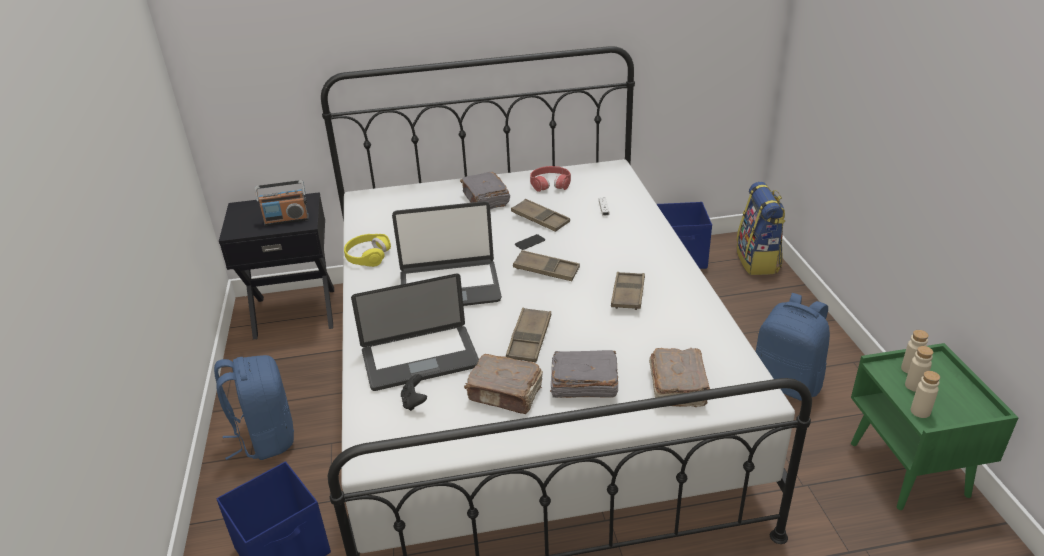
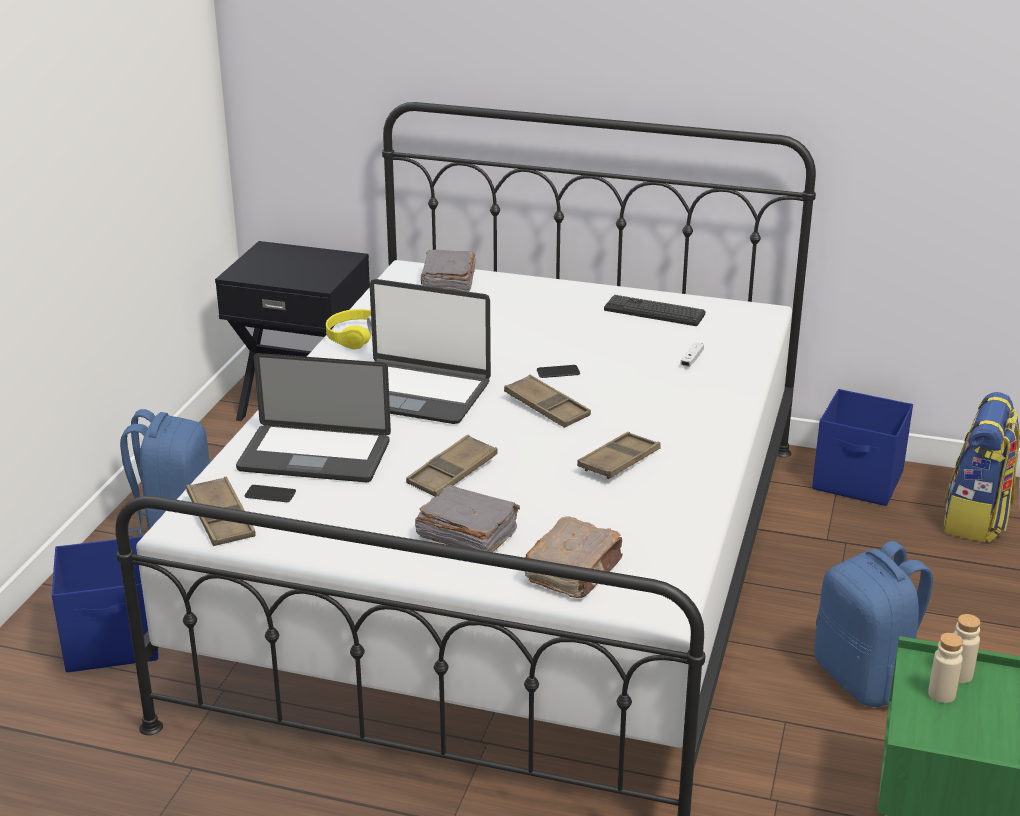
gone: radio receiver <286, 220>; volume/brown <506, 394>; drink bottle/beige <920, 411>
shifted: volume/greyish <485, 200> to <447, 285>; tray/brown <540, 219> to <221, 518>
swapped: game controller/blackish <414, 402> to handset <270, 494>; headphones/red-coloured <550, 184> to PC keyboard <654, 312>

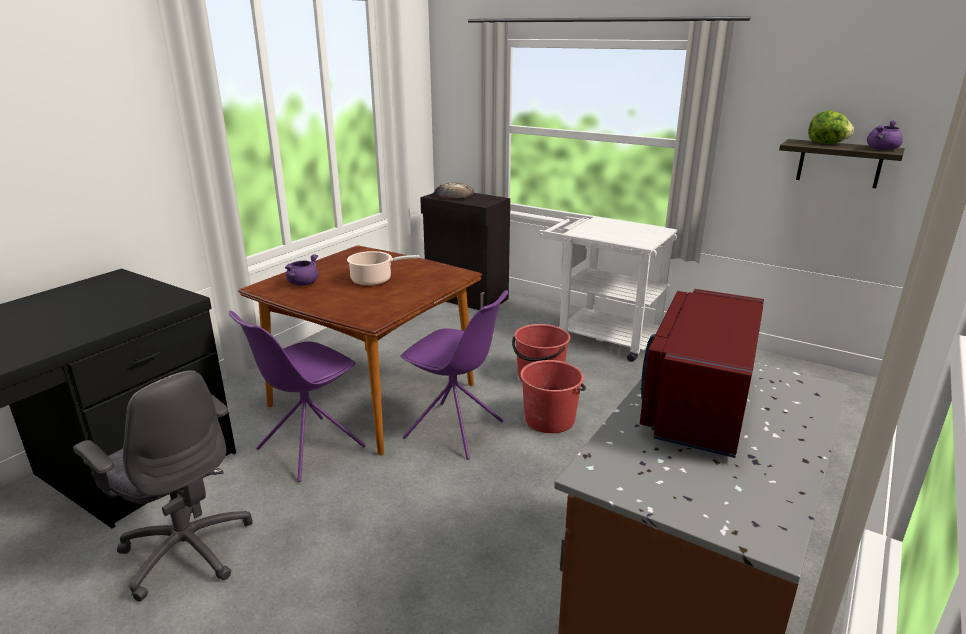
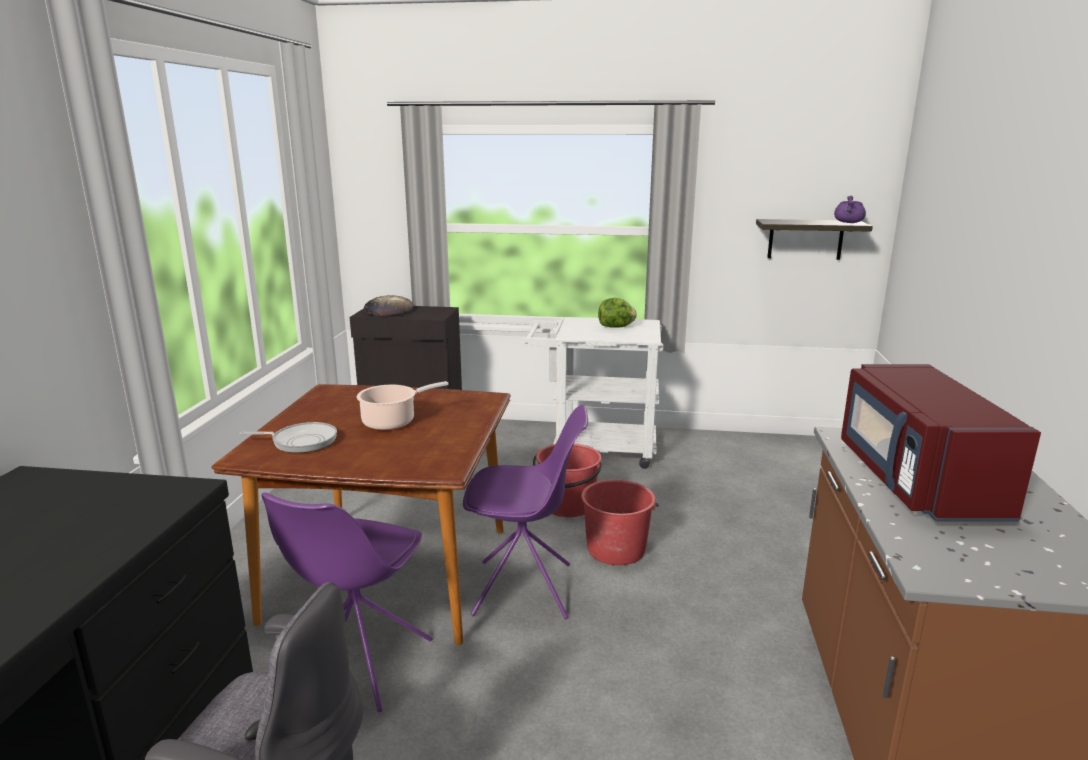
shifted: lettuce <826, 143> to <616, 327>
swapped: stockpot/purple-coloured <303, 283> to frying pan <301, 441>

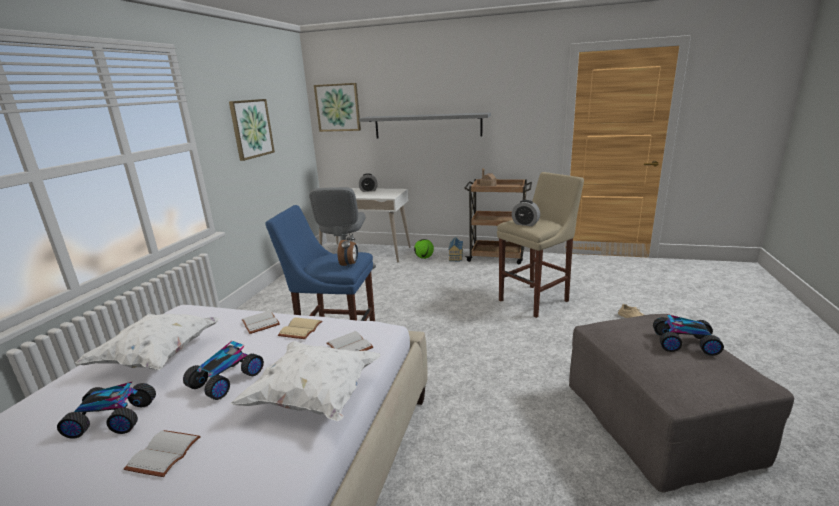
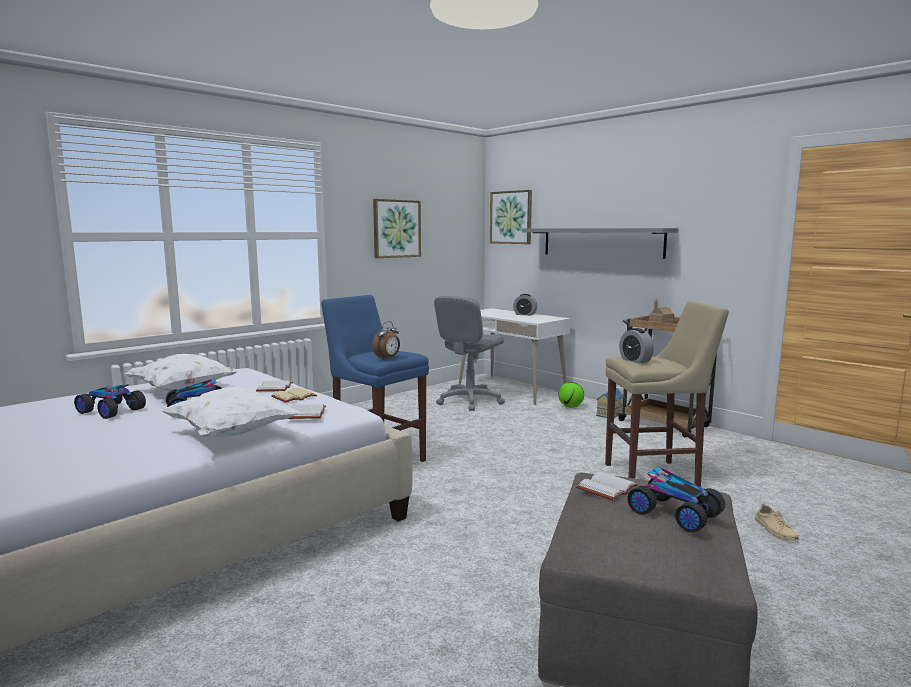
shifted: volume/white <163, 453> to <606, 487>

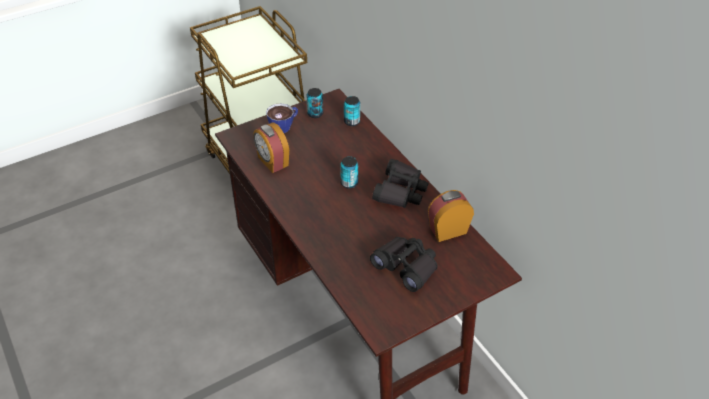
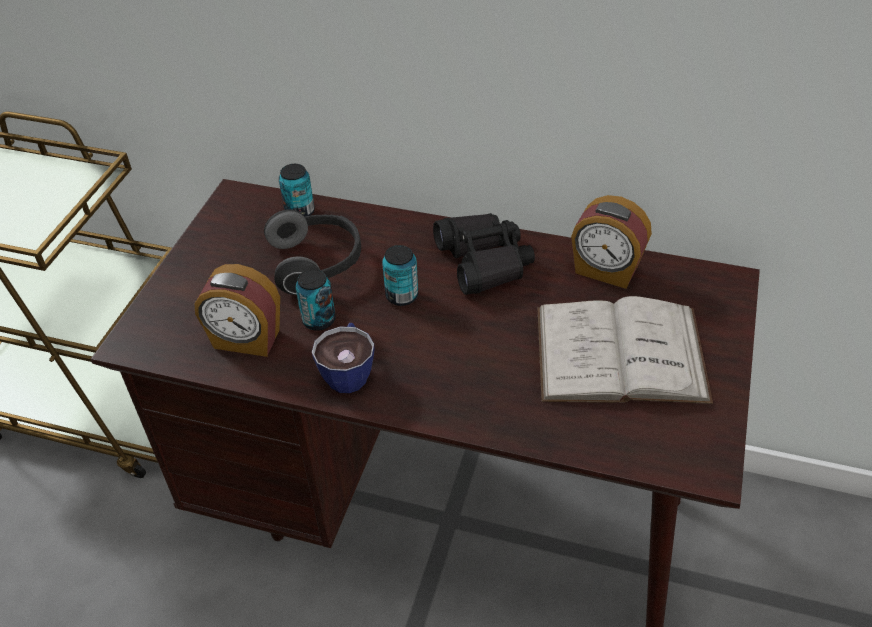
new: headphones <317, 264>
shifted: cup <284, 126> to <349, 371>; metal can <315, 114> to <319, 320>
swapped: binoculars/blackish <406, 266> to volume/white <620, 354>
rotated: bedside clock <447, 230> = <606, 271> 90 degrees counterclockwise

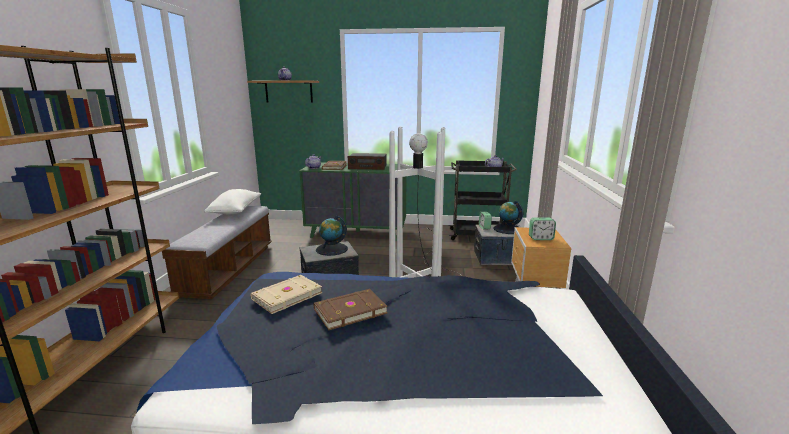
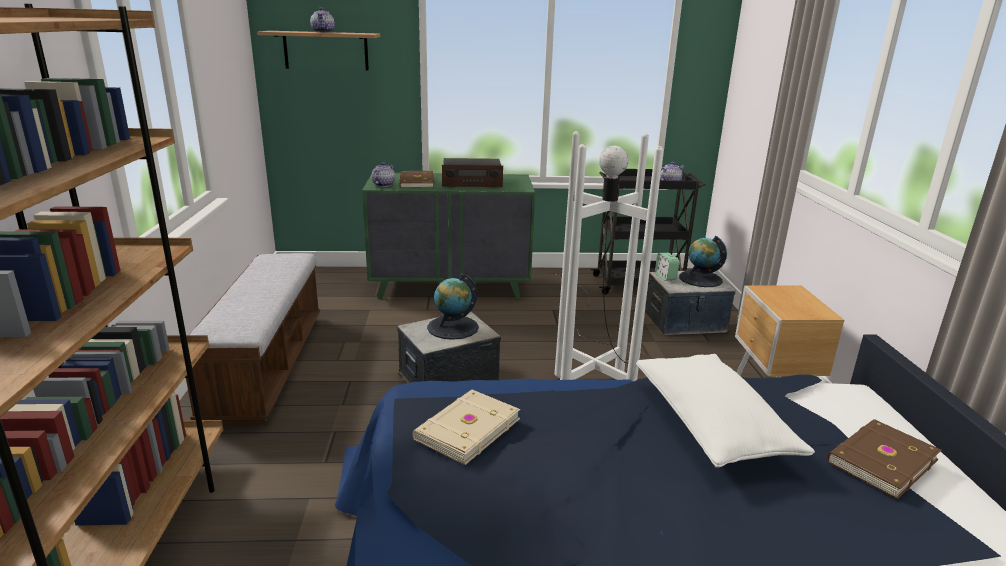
gone: bedside clock <540, 238>
shifted: throw pillow/white <236, 211> to <711, 425>; volume/brown <349, 311> to <879, 460>

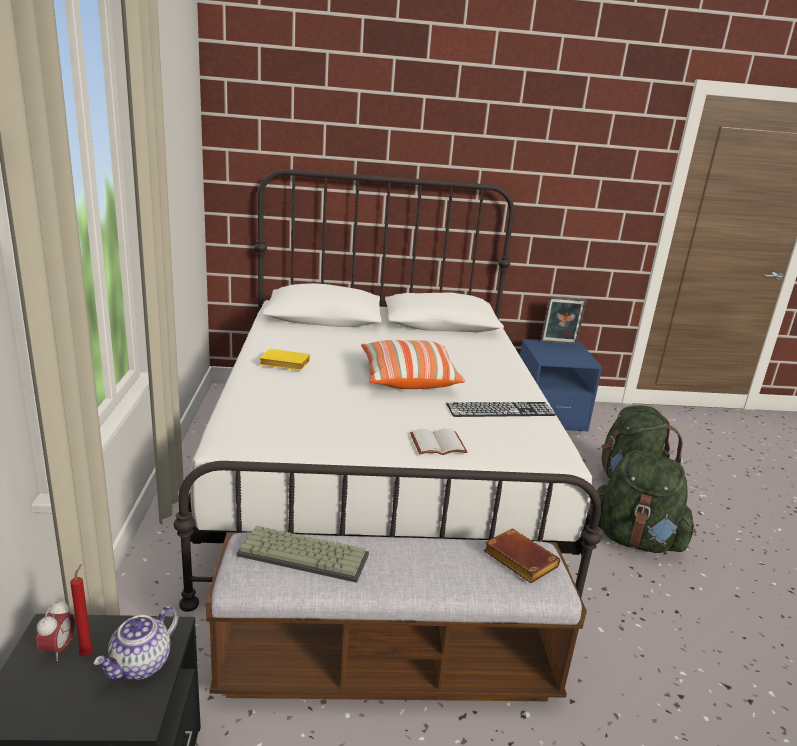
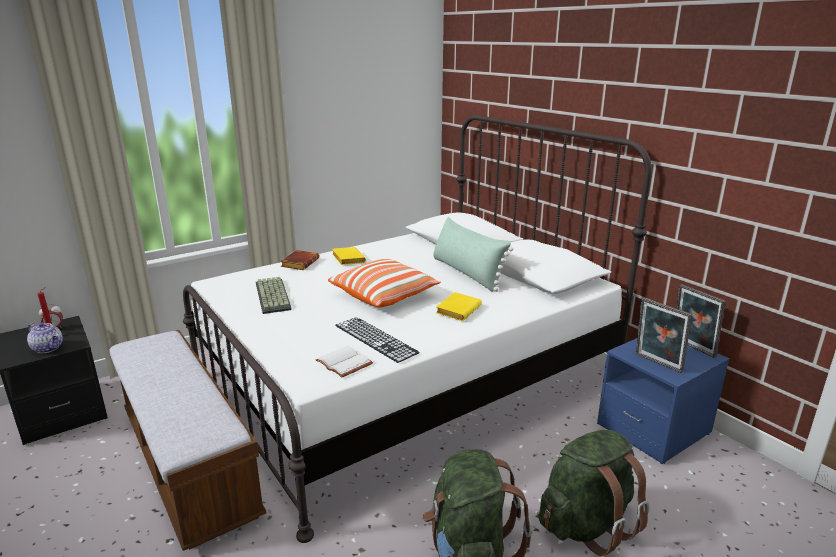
new: throw pillow/green-coloured <467, 273>; volume/yellow-coloured <458, 310>; photo frame <657, 363>
shifted: PC keyboard <305, 554> to <274, 296>; volume/white <438, 443> to <345, 363>; volume/brown <517, 560> to <299, 263>
rotated: teapot <141, 665> = <48, 348> 150 degrees counterclockwise

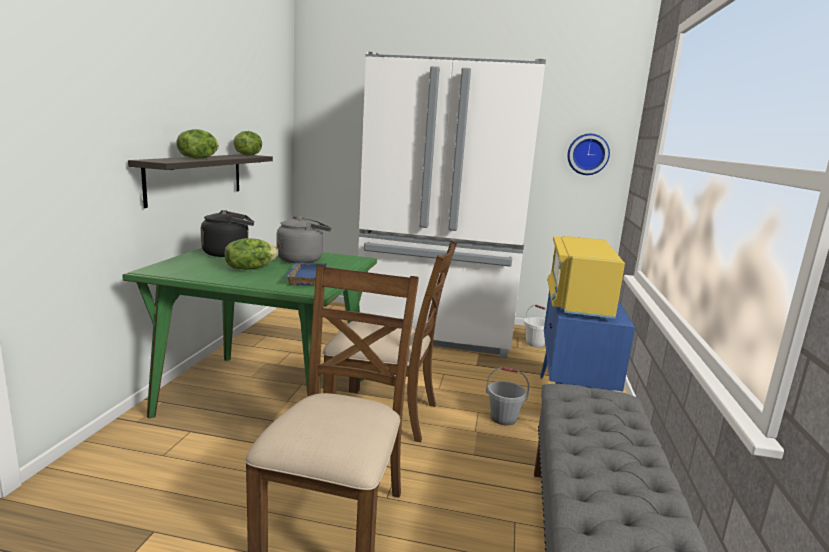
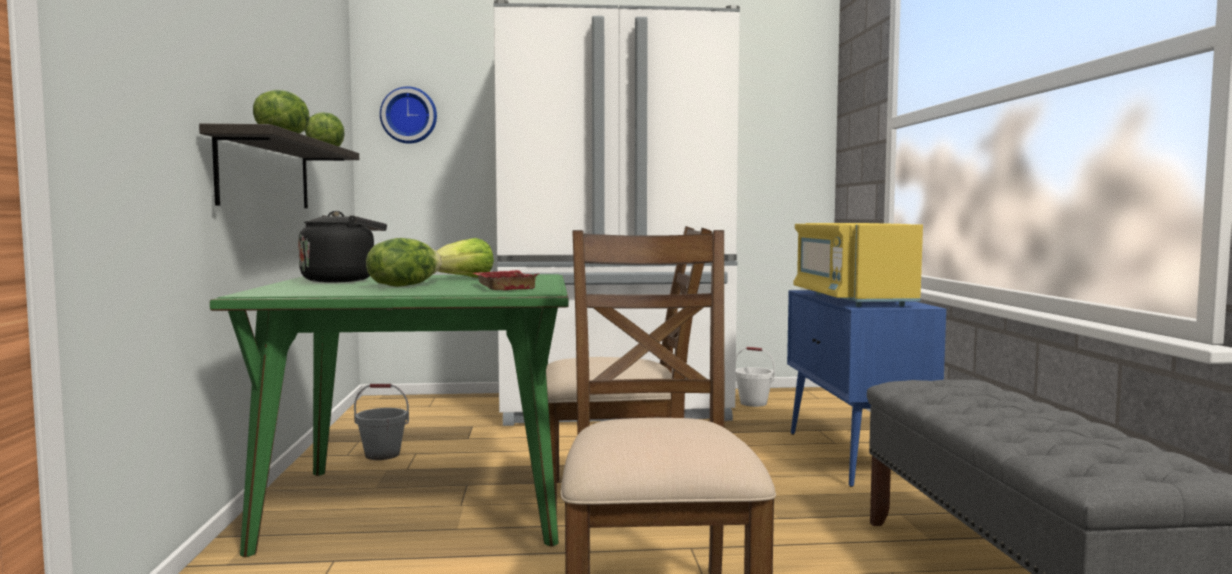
shifted: bucket/greyish <503, 418> to <382, 455>; wall clock <588, 154> to <409, 115>
swapped: tea kettle/greyish <302, 259> to lettuce <464, 278>
repainted: tray/bluish <305, 277> to tray/red-coloured <501, 286>

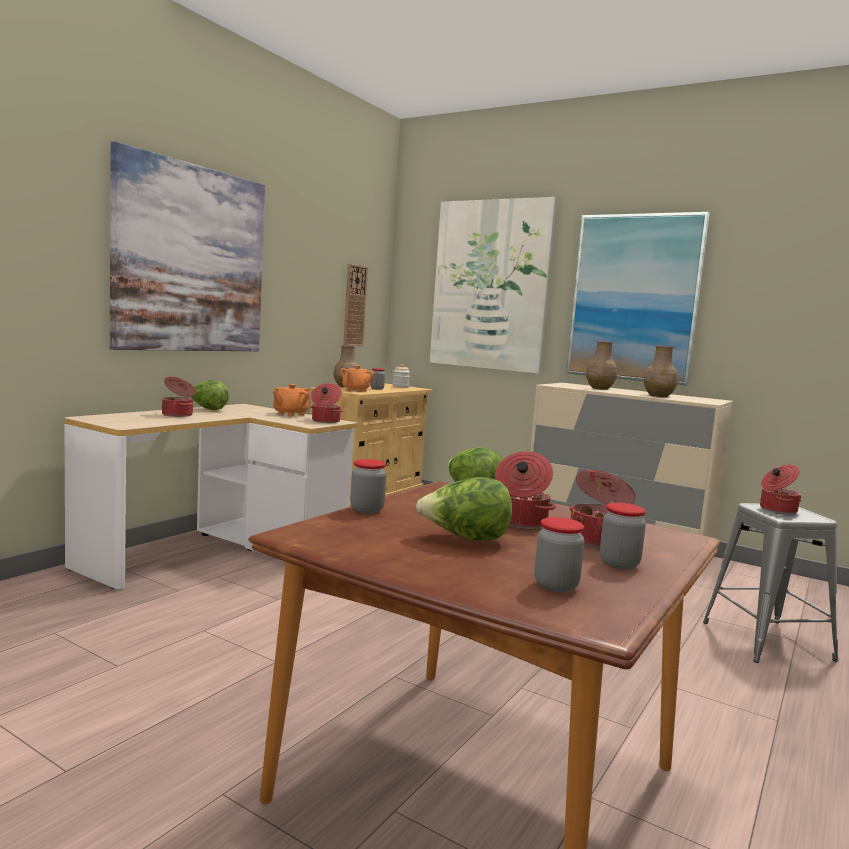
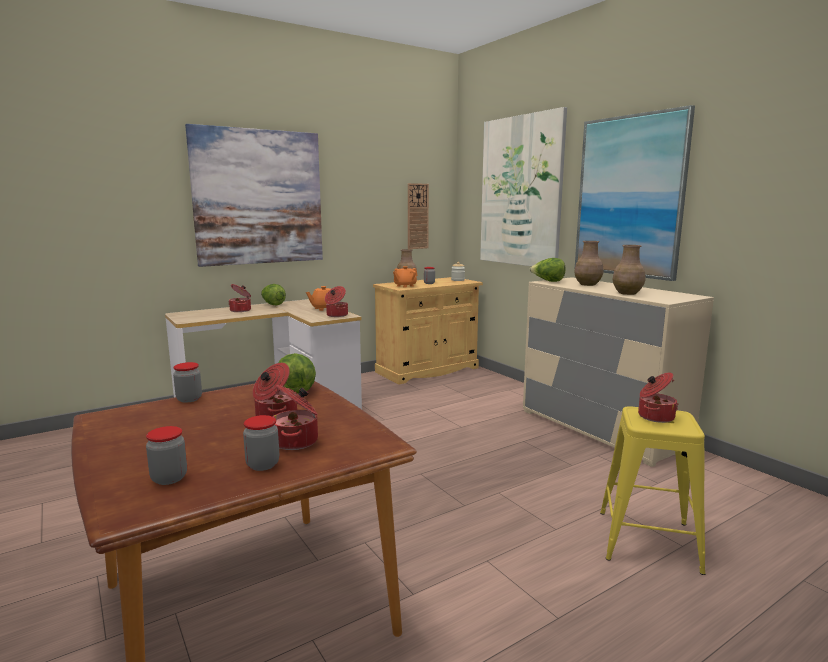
shifted: lettuce <465, 539> to <548, 281>
repainted: sitting stool/greyish <767, 641> to sitting stool/yellow-coloured <647, 541>

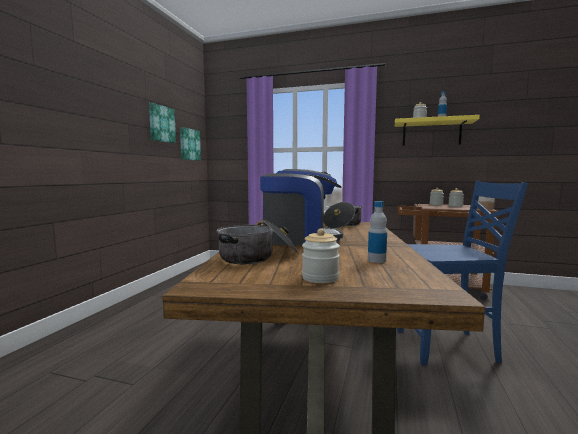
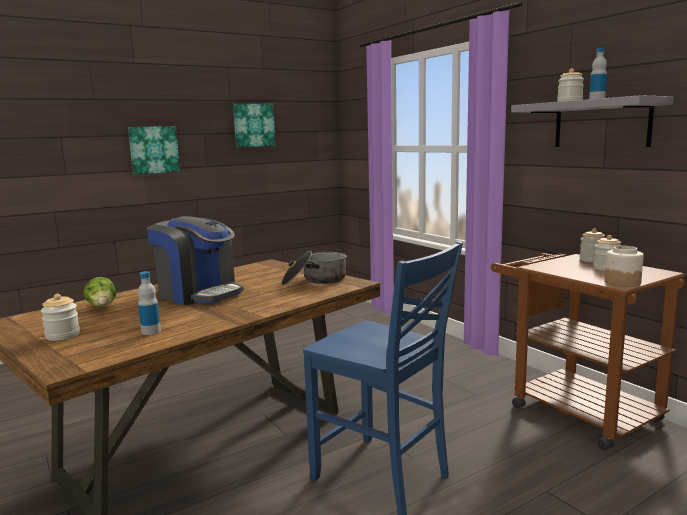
shifted: wall art <189, 144> to <153, 150>
swapped: stockpot <258, 257> to lettuce <103, 307>
repainted: wall shelf/yellow-coloured <431, 133> to wall shelf/greyish <601, 124>

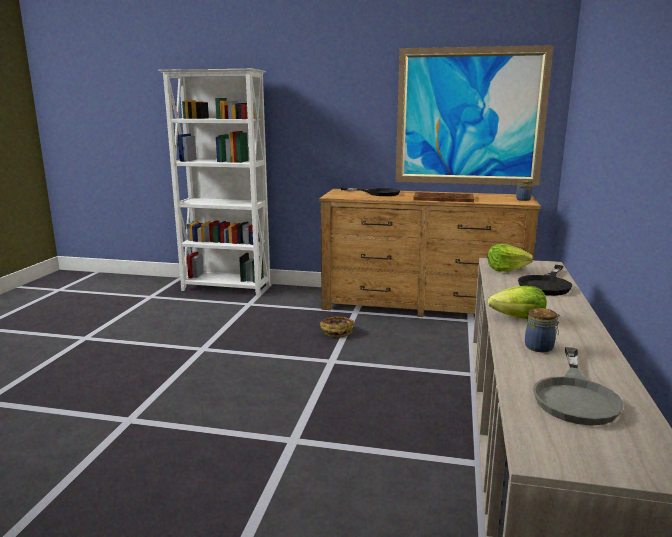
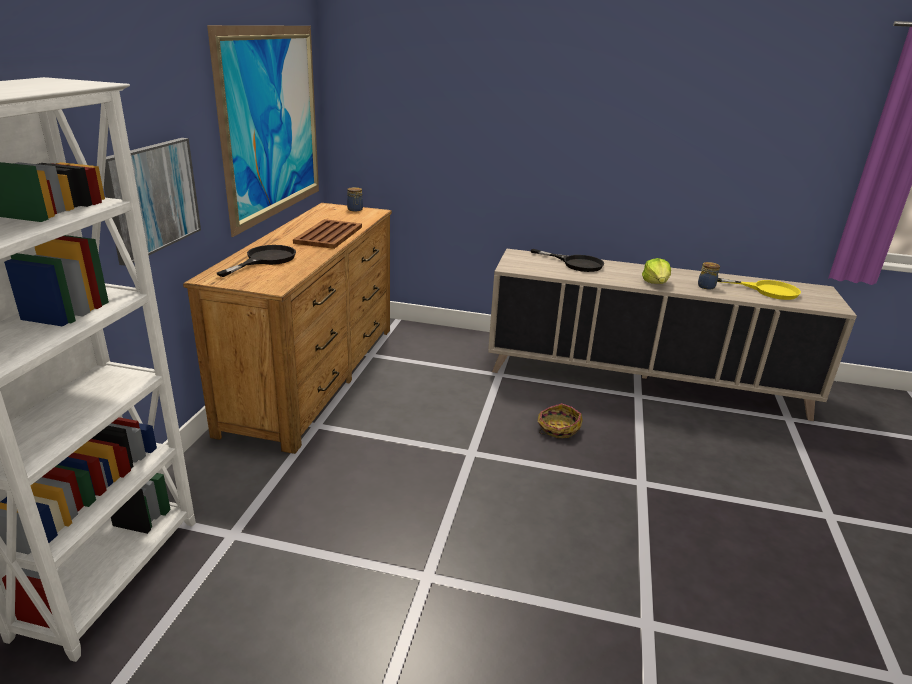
gone: lettuce <506, 269>
new: wall art <152, 198>
shifted: storage basket <336, 332> to <557, 428>
repainted: frying pan/greyish <575, 396> to frying pan/yellow-coloured <766, 290>

